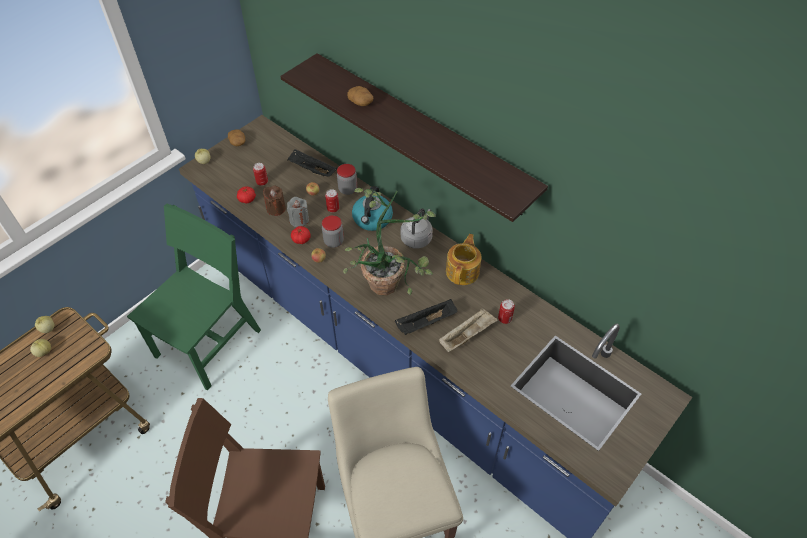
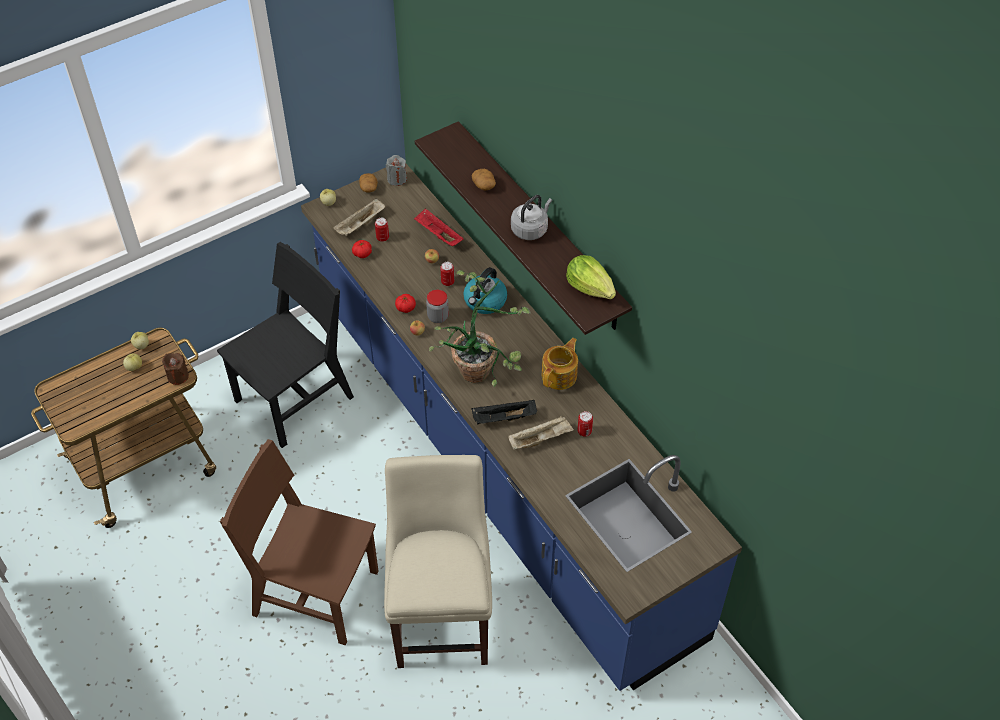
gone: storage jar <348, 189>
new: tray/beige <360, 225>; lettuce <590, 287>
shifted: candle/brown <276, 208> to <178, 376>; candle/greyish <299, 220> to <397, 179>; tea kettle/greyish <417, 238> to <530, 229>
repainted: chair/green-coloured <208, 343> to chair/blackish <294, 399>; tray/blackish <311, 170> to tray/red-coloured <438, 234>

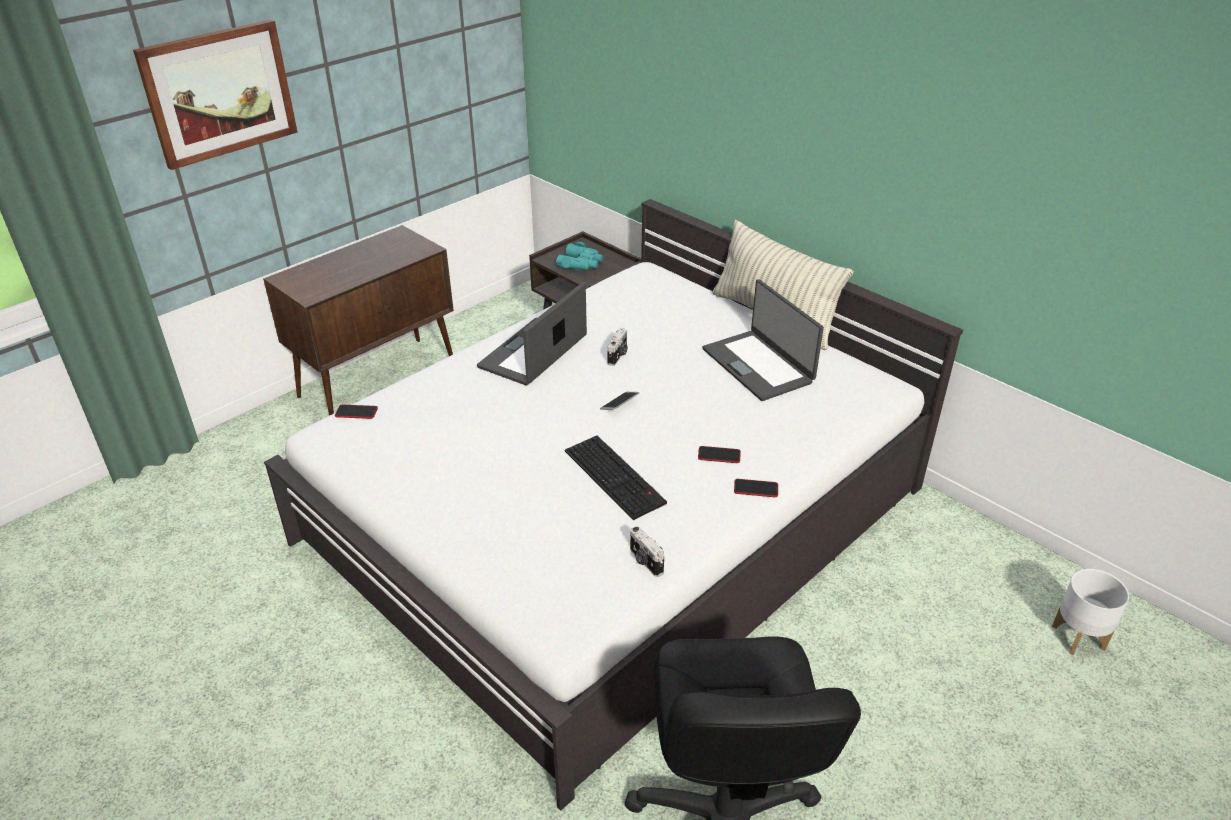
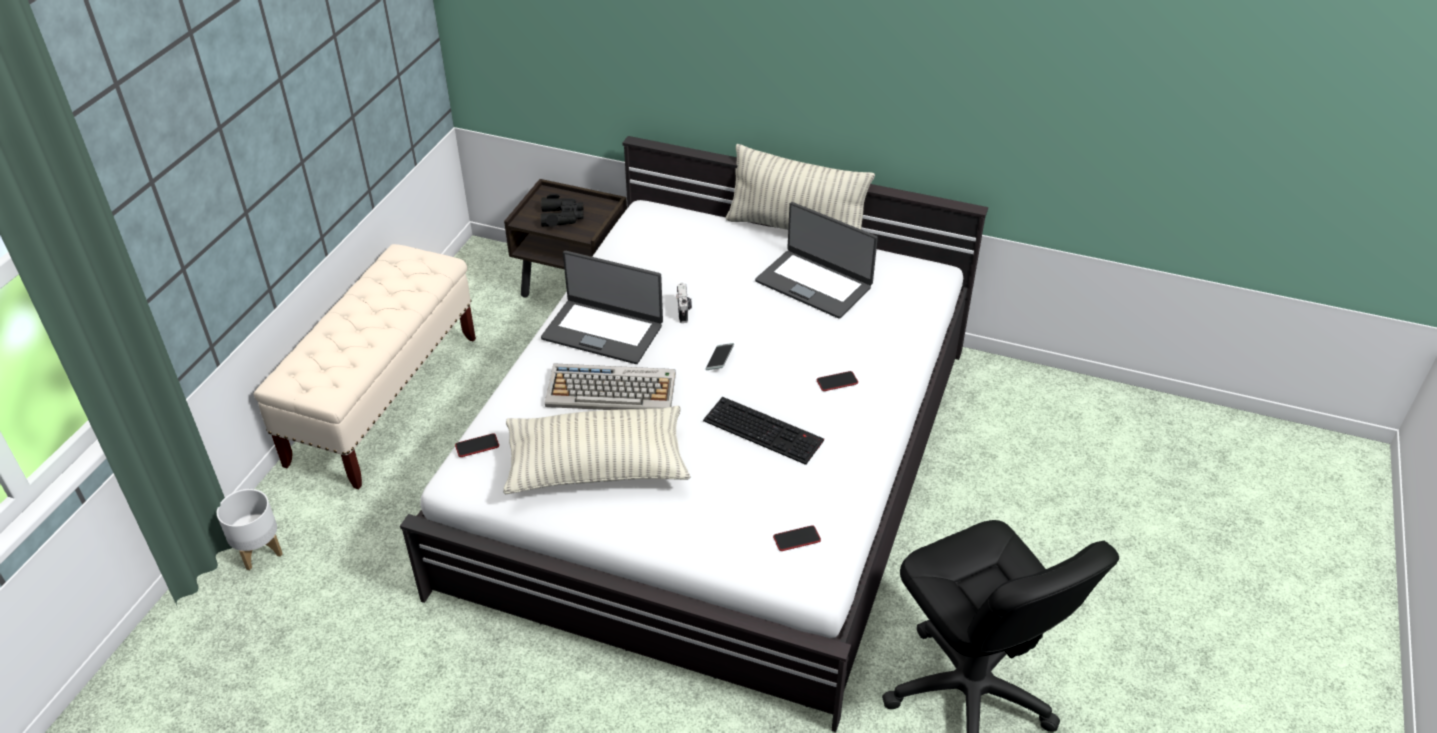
gone: wall art <219, 93>; photo camera <645, 561>
new: throw pillow <597, 467>; PC keyboard <612, 390>
shifted: handset <756, 489> to <796, 539>; flower pot/white <1077, 637> to <258, 551>
swapped: cabinet/brown <379, 379> to bench/beige <384, 399>
repainted: binoculars/blue-green <581, 263> to binoculars/blackish <562, 216>
rotated: portable computer <534, 353> = <603, 331> 75 degrees counterclockwise

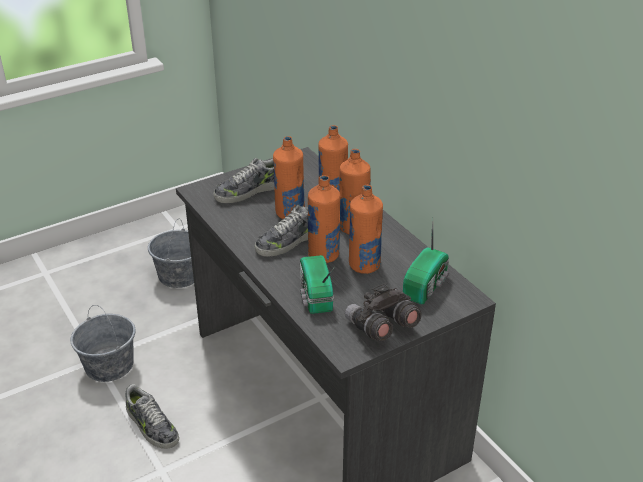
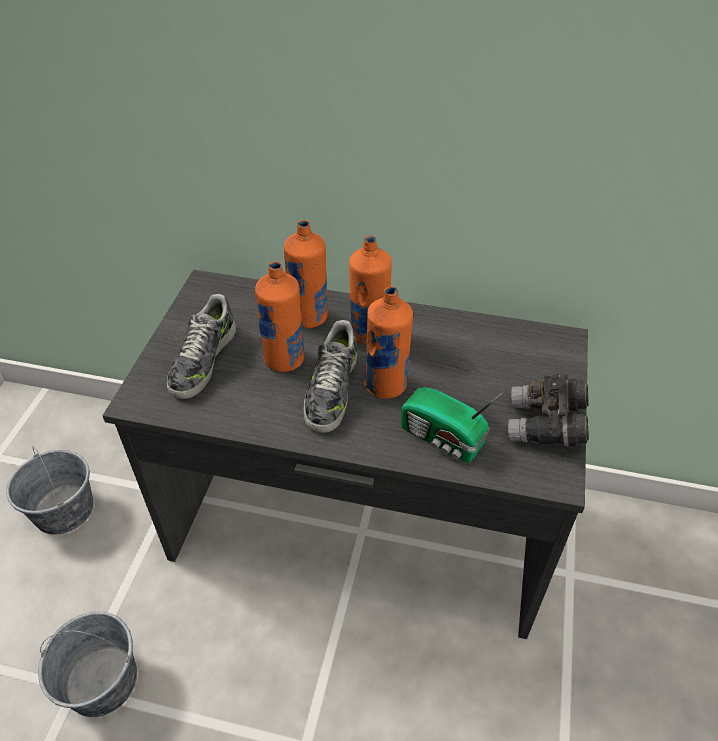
gone: shoe <151, 426>; drink bottle/orange-coloured <364, 265>; radio receiver <427, 285>

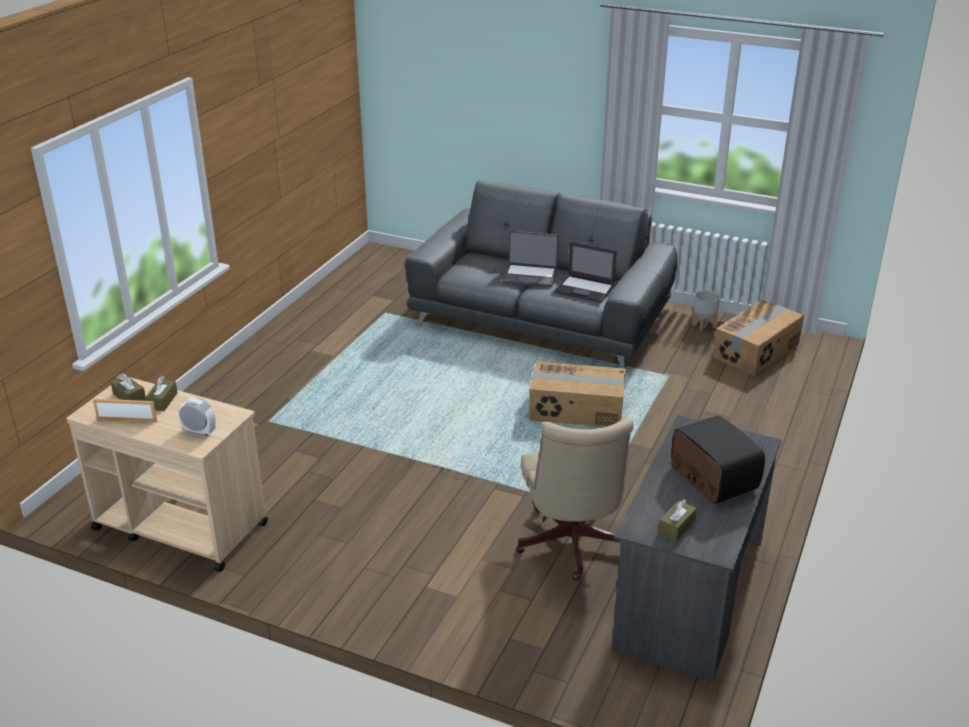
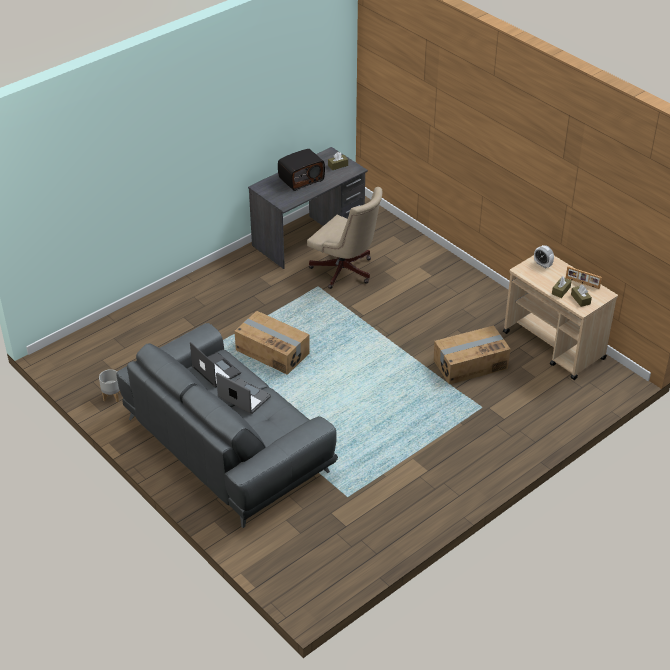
shifted: cardboard box <756, 351> to <470, 364>
rotated: desk chair/beige <572, 547> = <345, 272> 105 degrees clockwise; radio receiver <712, 478> = <301, 179> 120 degrees counterclockwise

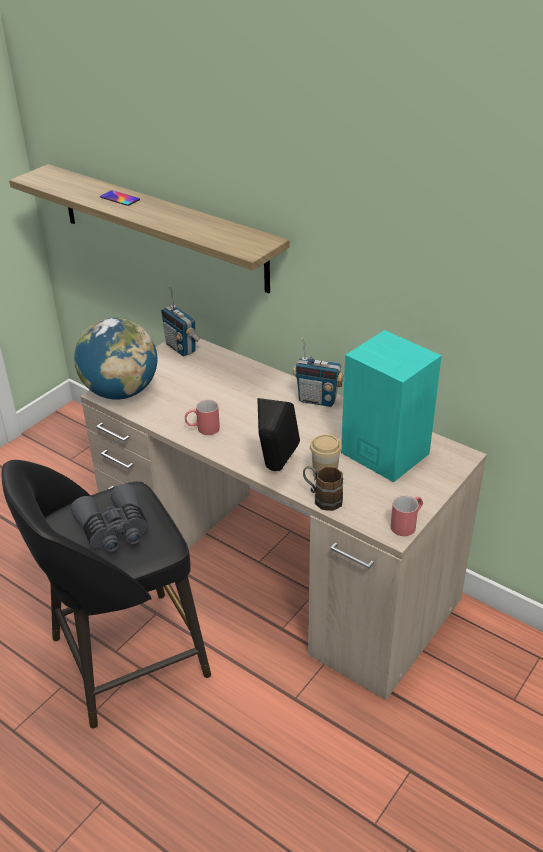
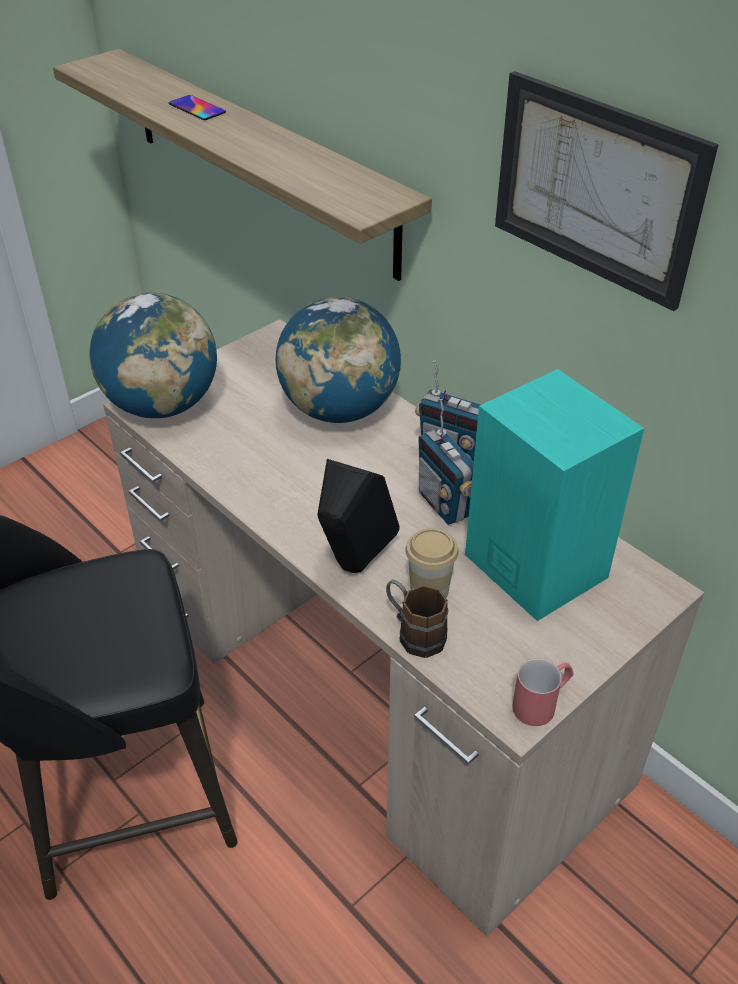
gone: binoculars/greyish <114, 529>; coffee mug/red-coloured <202, 429>
new: globe <339, 409>; wall art <596, 188>
shifted: radio receiver <181, 348> to <445, 504>

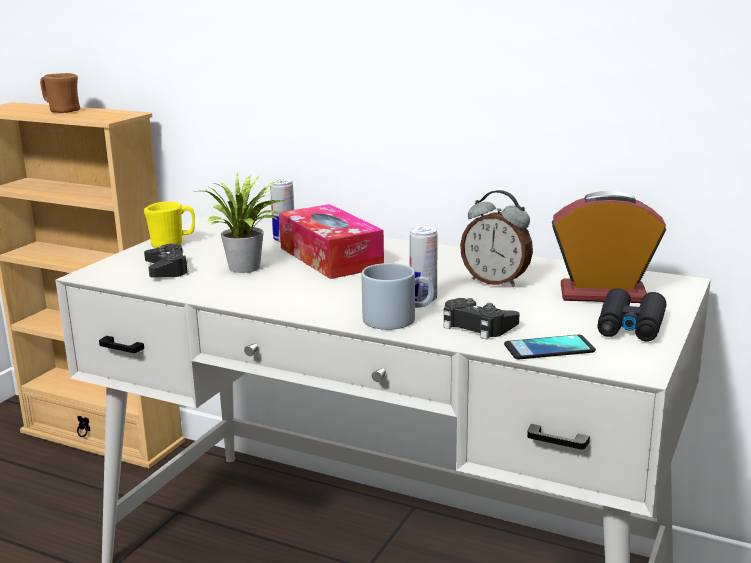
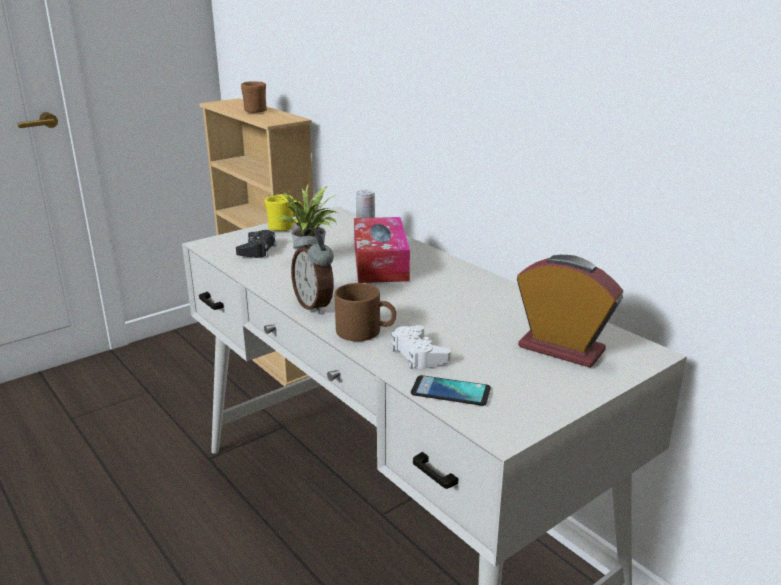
gone: metal can <423, 299>; binoculars/blackish <630, 326>
shifted: bedside clock <496, 281> to <315, 305>
repainted: coffee mug/greyish <398, 318> to coffee mug/brown <366, 331>; game controller/blackish <477, 326> to game controller/white <418, 354>

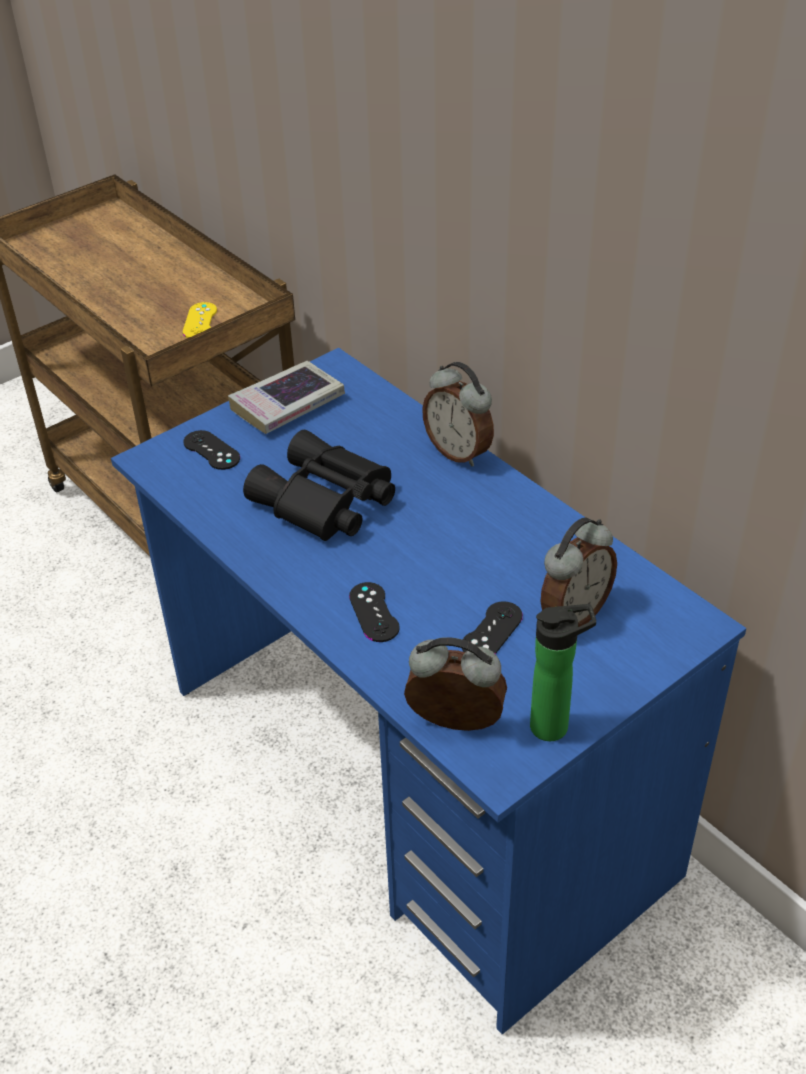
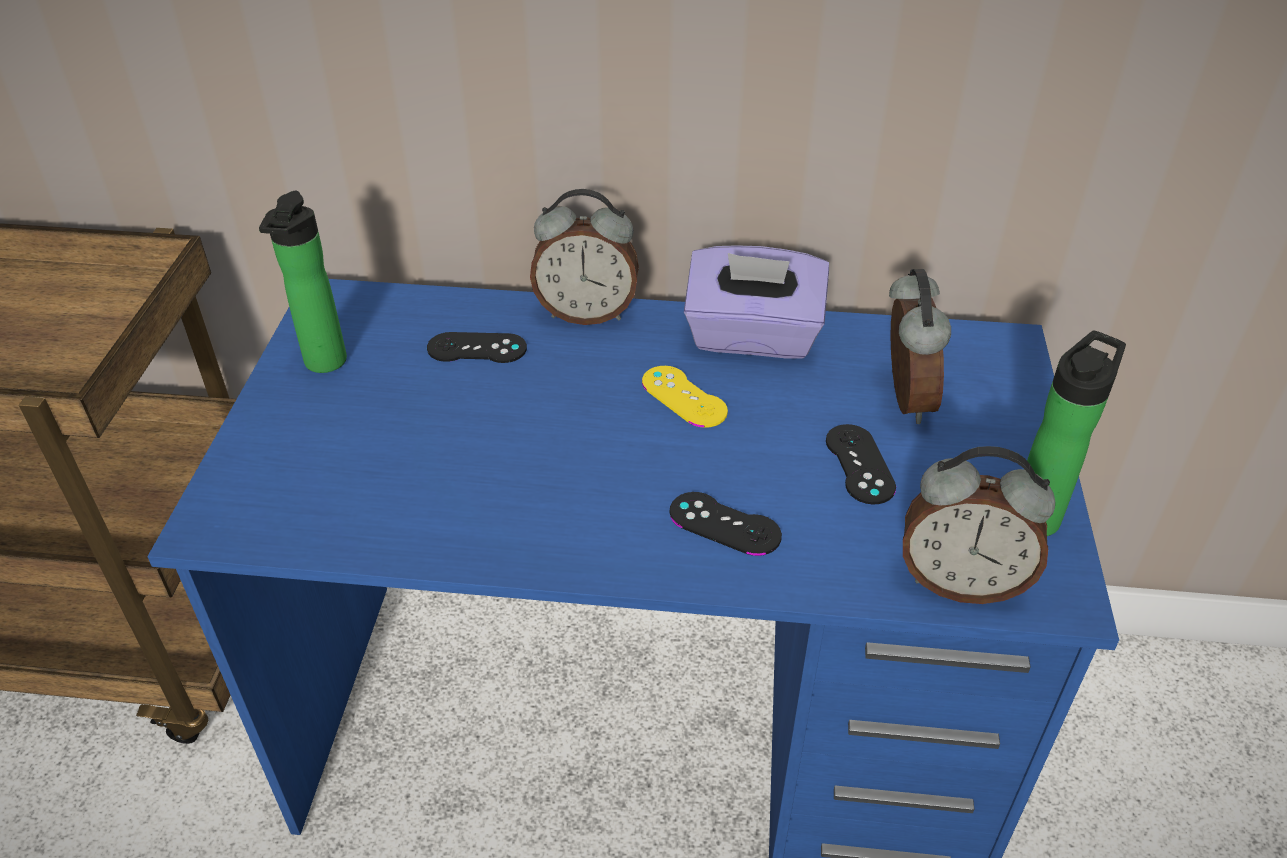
gone: binoculars/blackish <324, 502>
new: box of tissues/purple-coloured <752, 337>
shifted: game controller/yellow-coloured <200, 321> to <684, 397>; game controller/blackish <211, 450> to <477, 348>
swapped: volume <287, 404> to drink bottle <323, 365>
rotated: bedside clock <454, 725> = <960, 582> 135 degrees counterclockwise

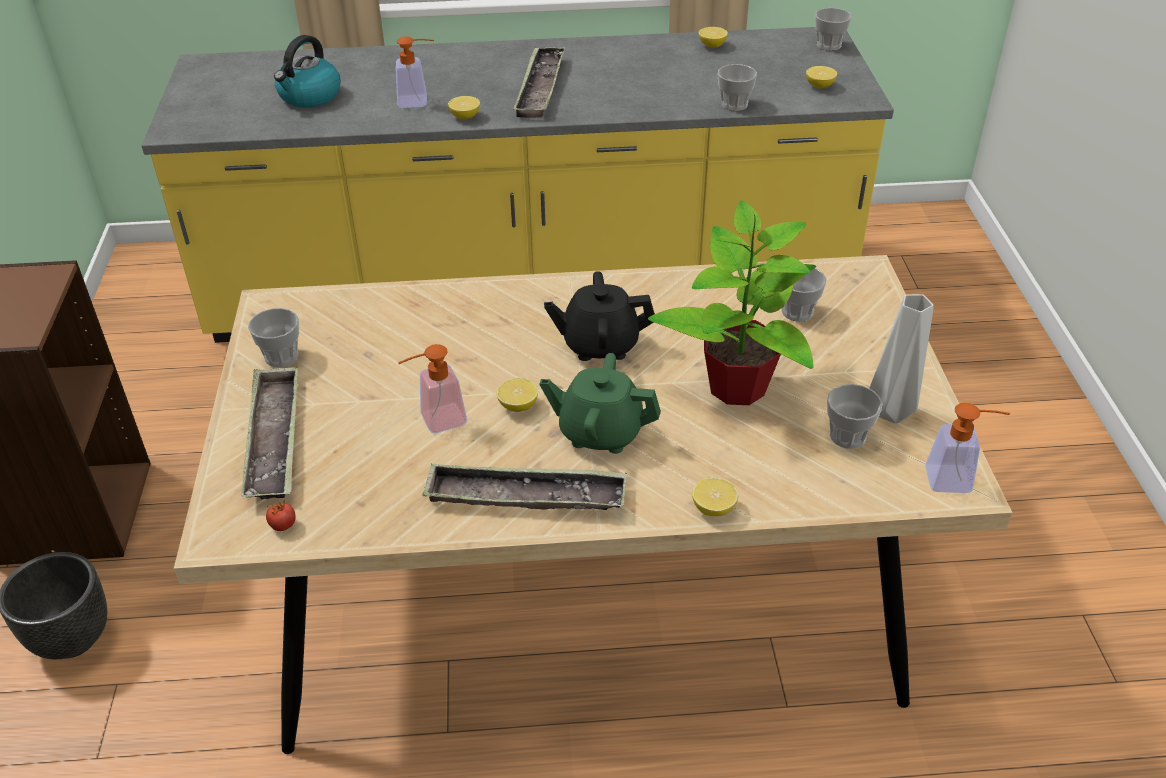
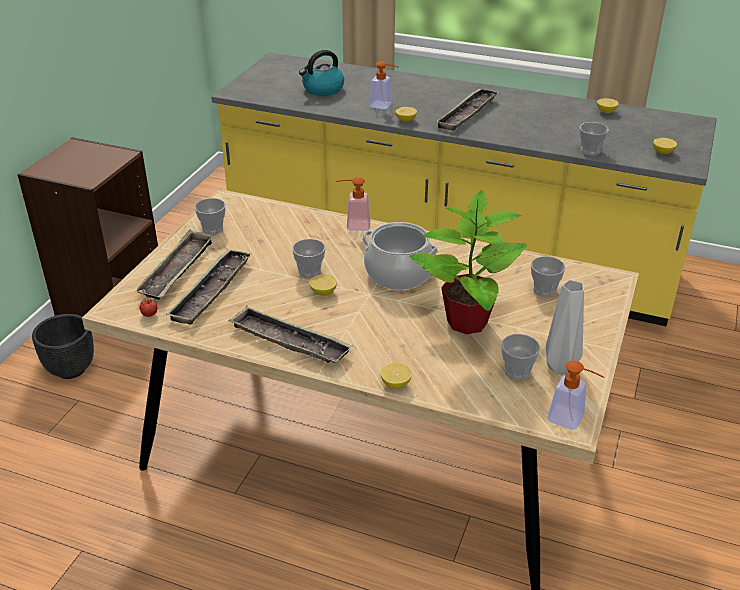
gone: teapot/green-coloured <600, 432>
new: tray <211, 291>
shifted: soap bottle <435, 421> to <353, 225>; cup <829, 45> to <310, 272>
swapped: teapot/blackish <600, 345> to stockpot <399, 273>

